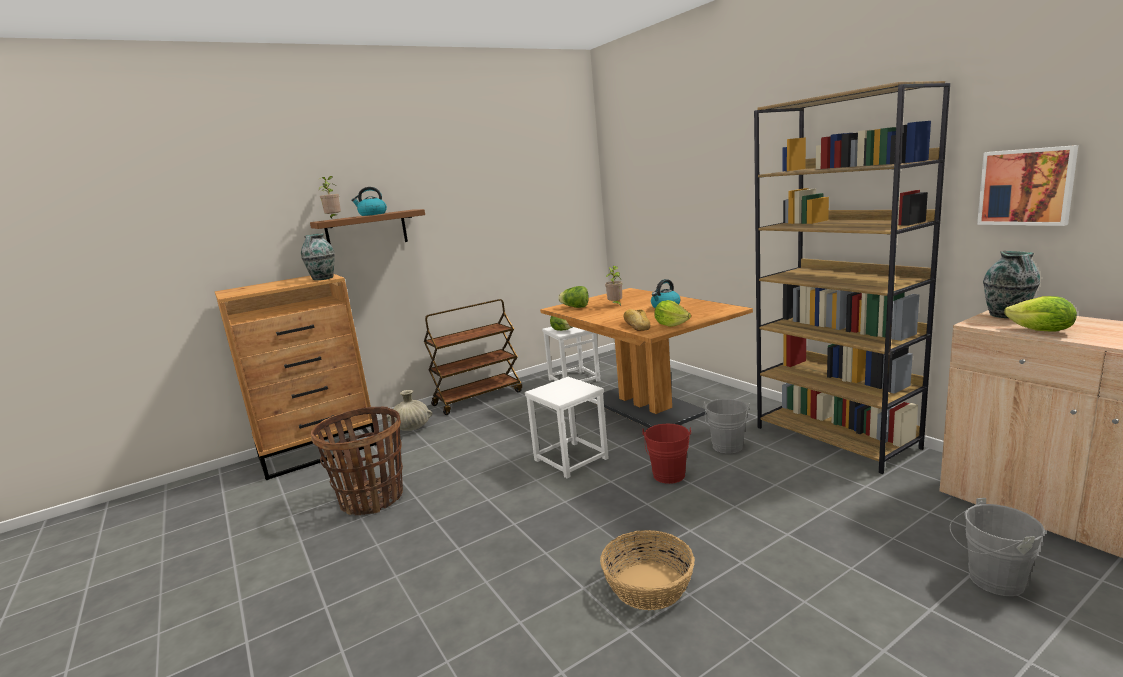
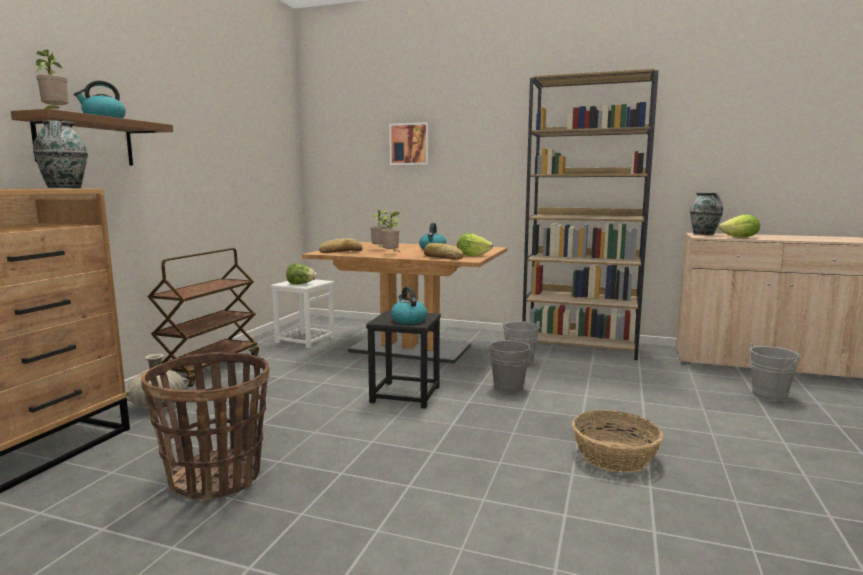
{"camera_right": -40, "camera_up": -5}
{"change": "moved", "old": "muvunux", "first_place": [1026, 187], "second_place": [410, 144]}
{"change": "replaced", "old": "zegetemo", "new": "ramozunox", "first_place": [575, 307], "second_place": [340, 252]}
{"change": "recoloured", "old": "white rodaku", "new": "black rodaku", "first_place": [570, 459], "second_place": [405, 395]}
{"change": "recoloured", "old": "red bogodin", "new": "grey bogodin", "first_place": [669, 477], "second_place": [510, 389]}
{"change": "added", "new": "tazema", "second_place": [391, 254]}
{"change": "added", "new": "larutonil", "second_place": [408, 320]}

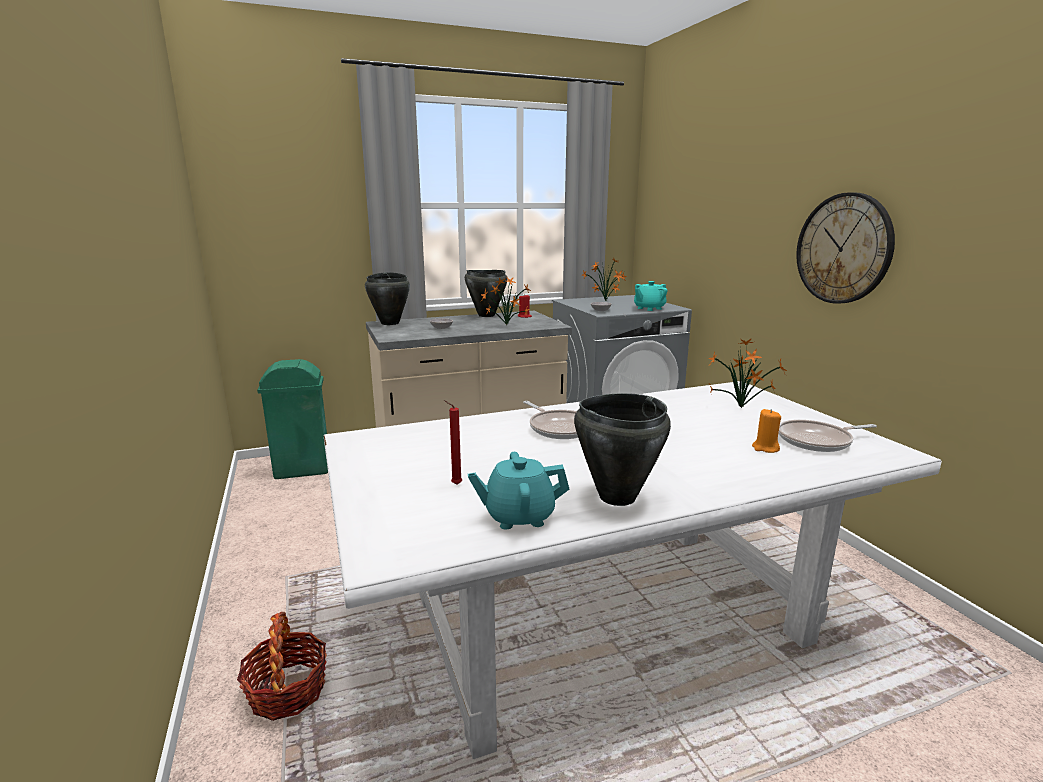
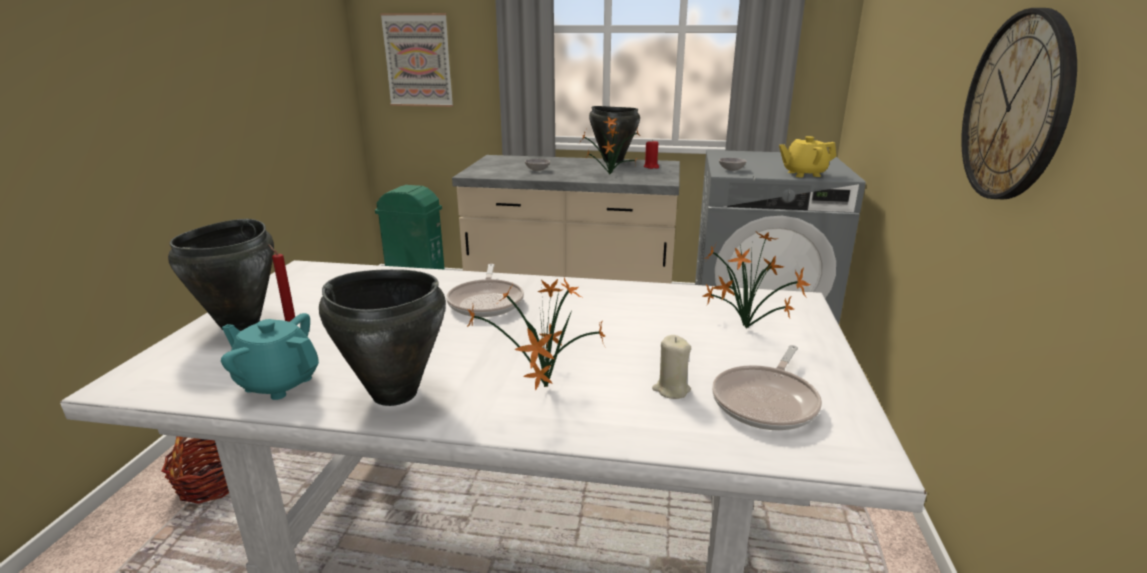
{"camera_right": 30, "camera_up": 5}
{"change": "moved", "old": "tazema", "first_place": [605, 301], "second_place": [544, 389]}
{"change": "moved", "old": "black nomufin", "first_place": [390, 323], "second_place": [241, 323]}
{"change": "recoloured", "old": "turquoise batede", "new": "yellow batede", "first_place": [649, 308], "second_place": [803, 174]}
{"change": "recoloured", "old": "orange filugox", "new": "beige filugox", "first_place": [765, 448], "second_place": [671, 390]}
{"change": "turned", "old": "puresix", "first_place": [817, 441], "second_place": [767, 401], "degrees": -75}
{"change": "added", "new": "muvunux", "second_place": [418, 60]}

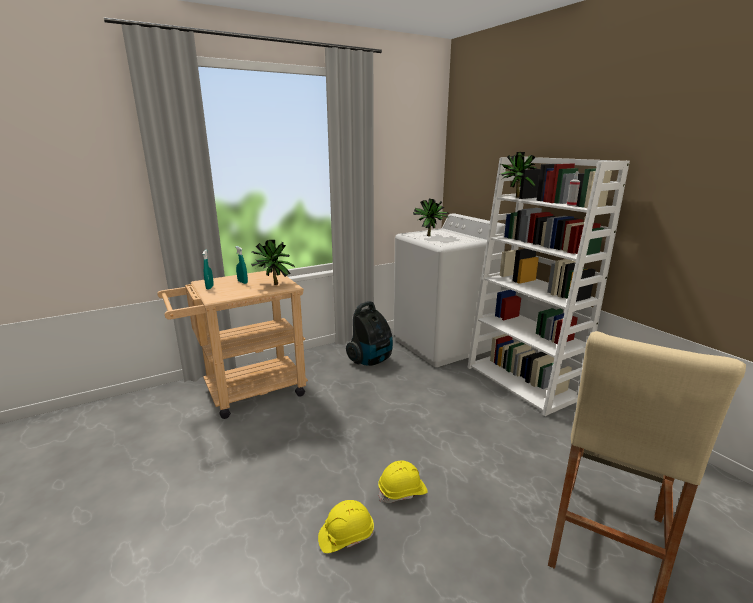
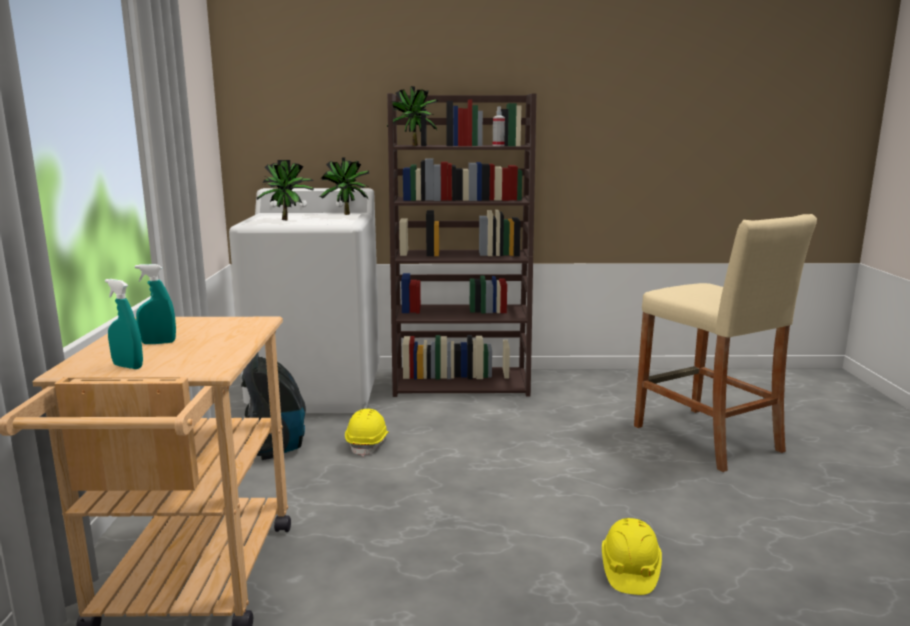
{"camera_right": -60, "camera_up": -5}
{"change": "recoloured", "old": "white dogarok", "new": "brown dogarok", "first_place": [523, 382], "second_place": [462, 382]}
{"change": "moved", "old": "tazema", "first_place": [273, 285], "second_place": [346, 215]}
{"change": "moved", "old": "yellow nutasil", "first_place": [402, 491], "second_place": [368, 443]}

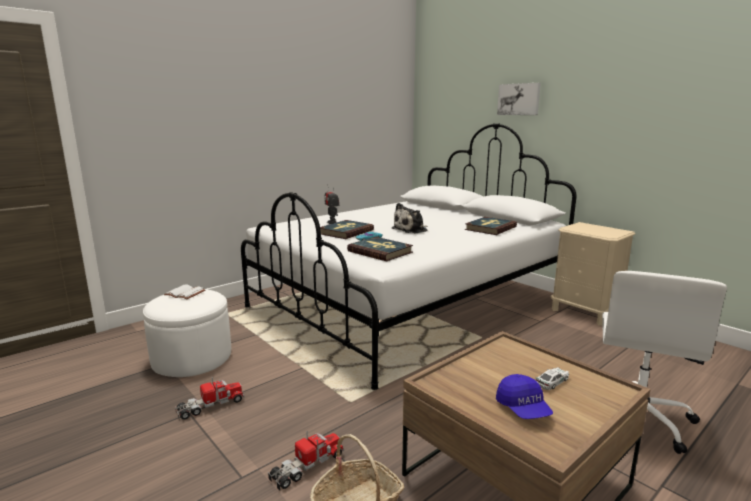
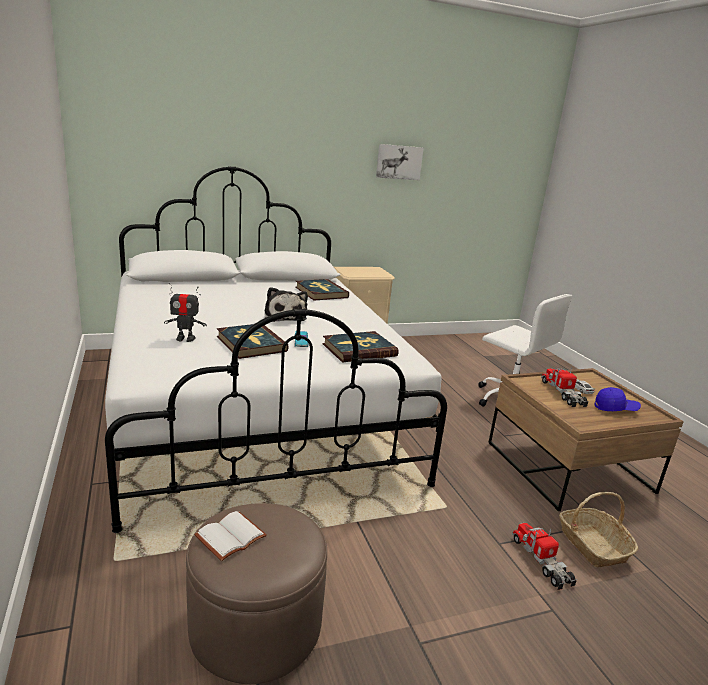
{"camera_right": -70, "camera_up": 5}
{"change": "moved", "old": "muvunux", "first_place": [519, 99], "second_place": [398, 162]}
{"change": "recoloured", "old": "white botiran", "new": "brown botiran", "first_place": [192, 357], "second_place": [256, 625]}
{"change": "moved", "old": "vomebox", "first_place": [210, 406], "second_place": [562, 393]}

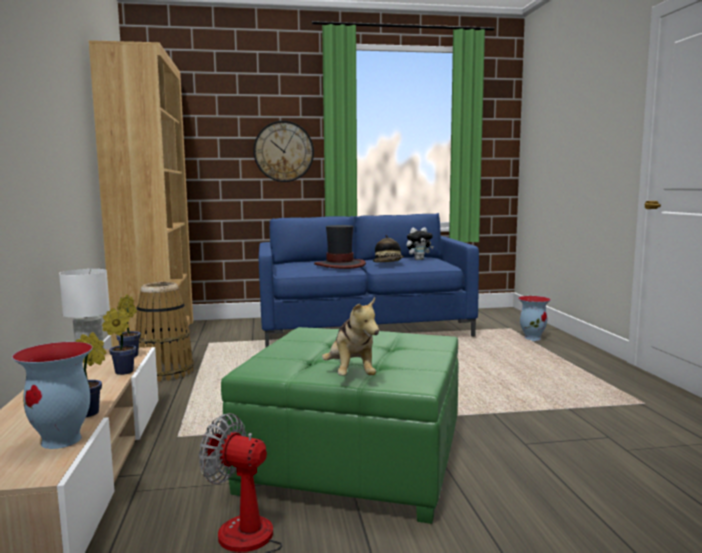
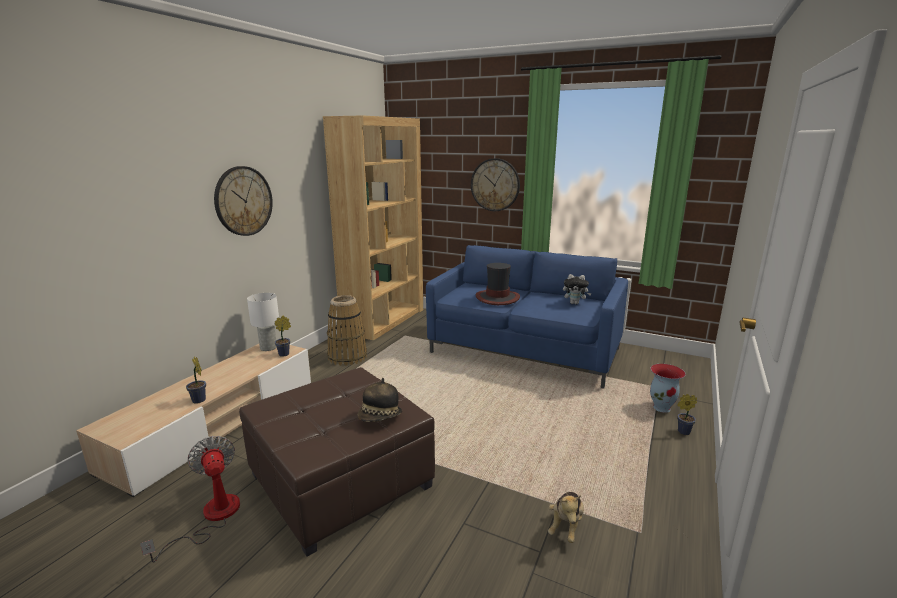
{"camera_right": 35, "camera_up": 10}
{"change": "moved", "old": "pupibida", "first_place": [388, 263], "second_place": [380, 417]}
{"change": "moved", "old": "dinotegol", "first_place": [351, 375], "second_place": [566, 526]}
{"change": "moved", "old": "tazema", "first_place": [121, 372], "second_place": [682, 431]}
{"change": "recoloured", "old": "green botiran", "new": "brown botiran", "first_place": [353, 459], "second_place": [341, 479]}
{"change": "removed", "old": "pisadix", "first_place": [62, 440]}
{"change": "added", "new": "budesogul", "second_place": [243, 201]}

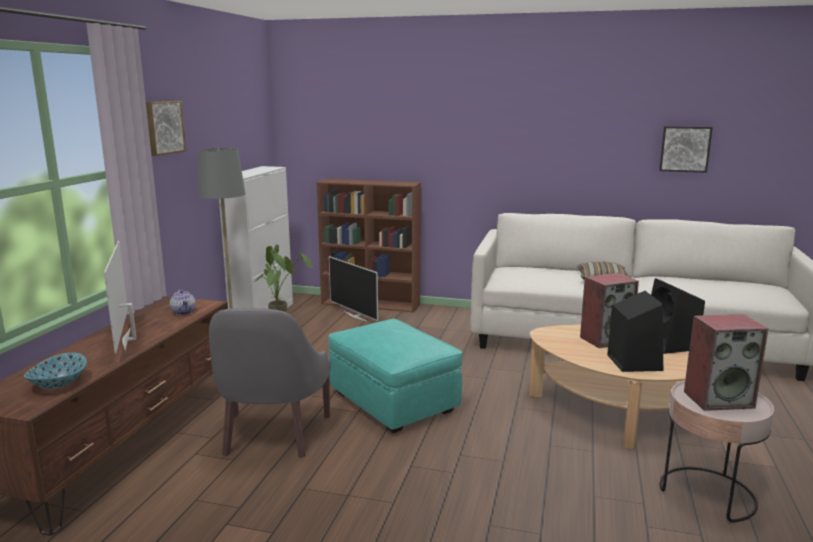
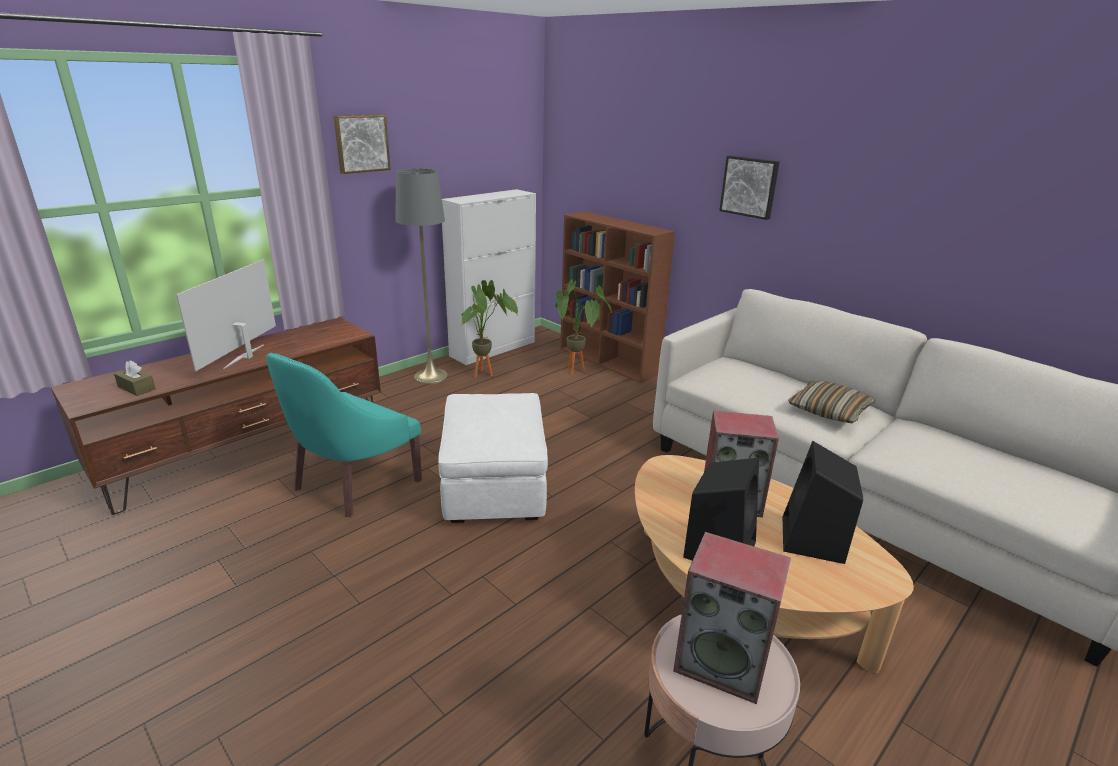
{"camera_right": 30, "camera_up": 10}
{"change": "moved", "old": "muvunux", "first_place": [684, 149], "second_place": [749, 187]}
{"change": "replaced", "old": "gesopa", "new": "tazema", "first_place": [356, 316], "second_place": [577, 372]}
{"change": "removed", "old": "batede", "first_place": [184, 312]}
{"change": "recoloured", "old": "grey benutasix", "new": "turquoise benutasix", "first_place": [272, 435], "second_place": [352, 483]}
{"change": "recoloured", "old": "turquoise botiran", "new": "white botiran", "first_place": [393, 402], "second_place": [494, 486]}
{"change": "replaced", "old": "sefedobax", "new": "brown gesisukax", "first_place": [58, 384], "second_place": [136, 388]}

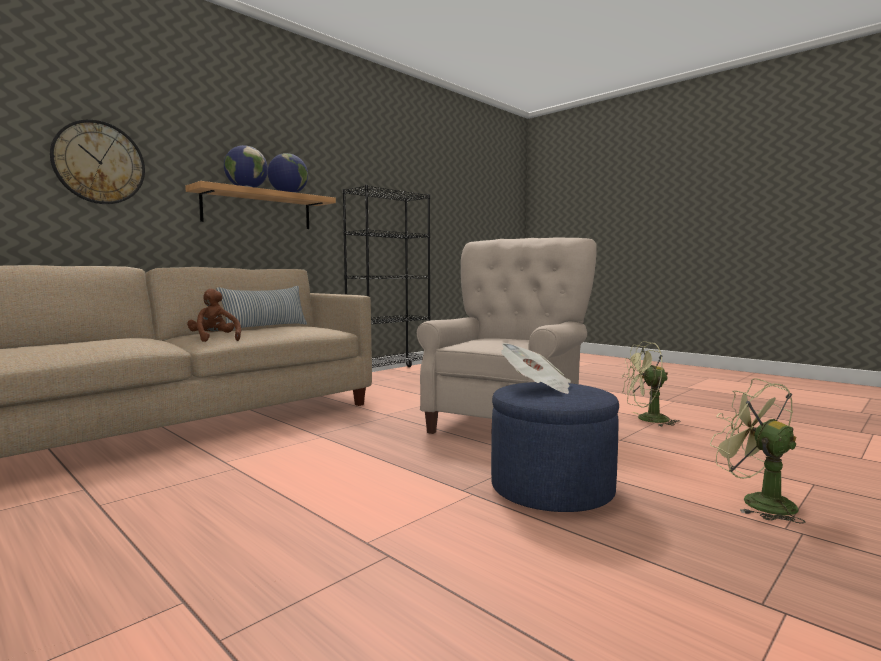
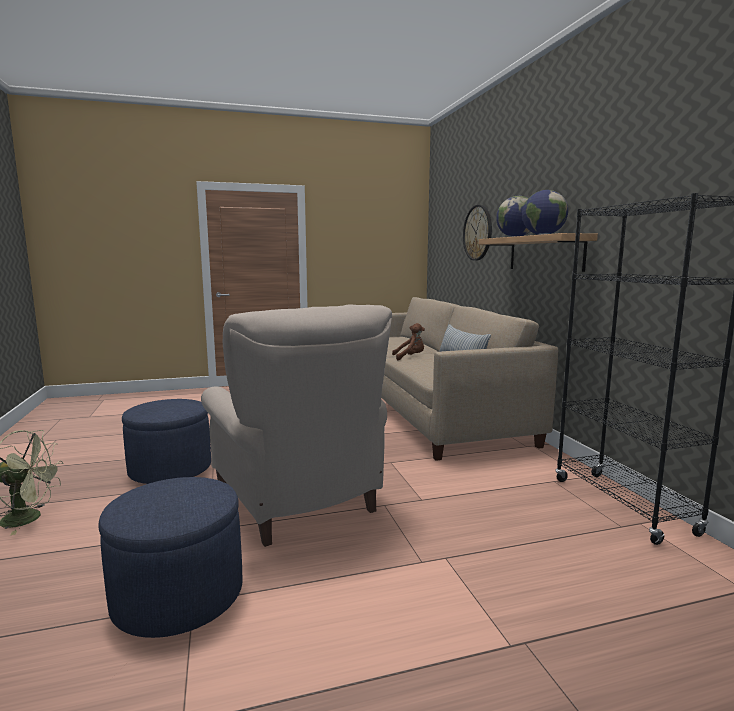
{"camera_right": 120, "camera_up": 5}
{"change": "replaced", "old": "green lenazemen", "new": "blue botiran", "first_place": [646, 420], "second_place": [178, 595]}
{"change": "removed", "old": "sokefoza", "first_place": [536, 387]}

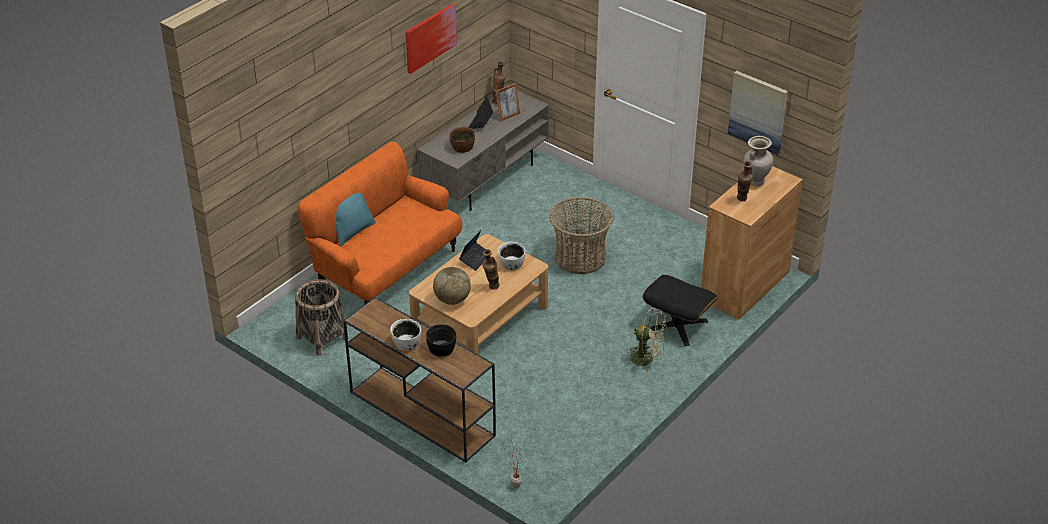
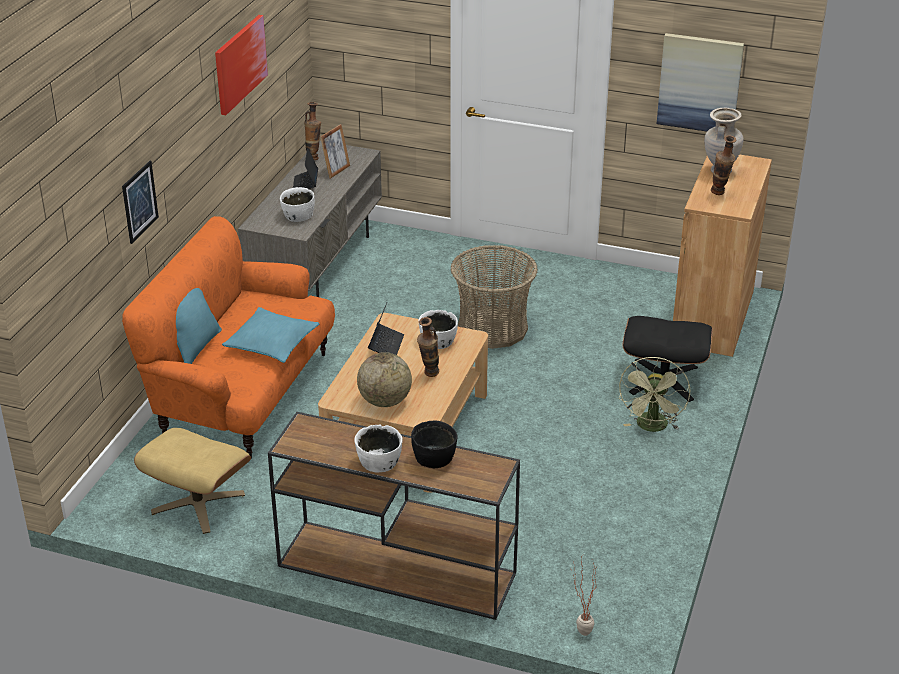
{"camera_right": -20, "camera_up": -5}
{"change": "recoloured", "old": "brown sefedobax", "new": "white sefedobax", "first_place": [462, 147], "second_place": [298, 215]}
{"change": "replaced", "old": "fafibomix", "new": "beige botiran", "first_place": [322, 338], "second_place": [197, 503]}
{"change": "turned", "old": "green lenazemen", "first_place": [647, 359], "second_place": [652, 427], "degrees": 105}
{"change": "added", "new": "muvunux", "second_place": [140, 202]}
{"change": "added", "new": "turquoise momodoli", "second_place": [272, 343]}

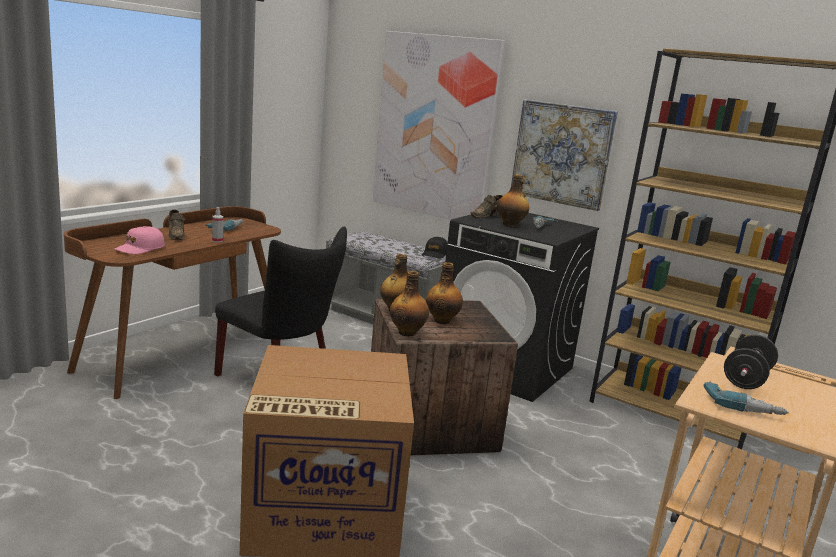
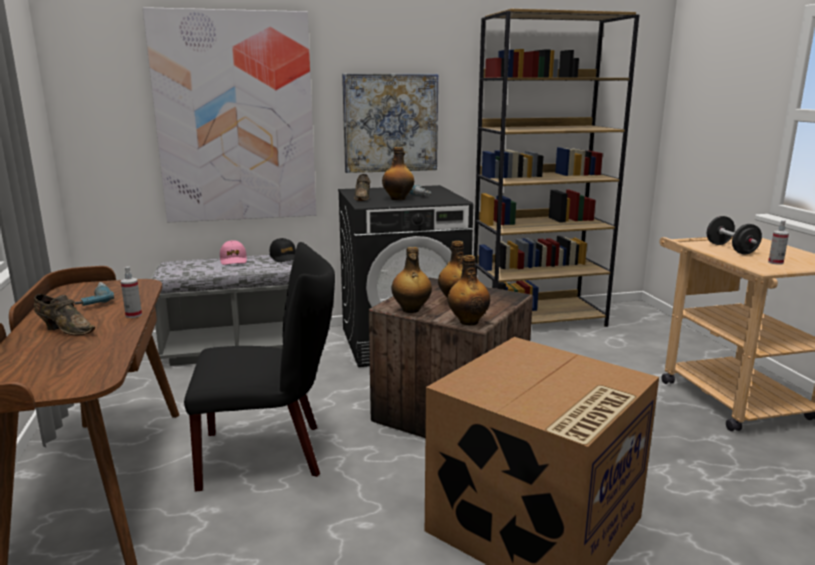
{"camera_right": -45, "camera_up": 0}
{"change": "moved", "old": "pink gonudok", "first_place": [140, 249], "second_place": [233, 260]}
{"change": "replaced", "old": "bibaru", "new": "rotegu", "first_place": [742, 406], "second_place": [775, 262]}

